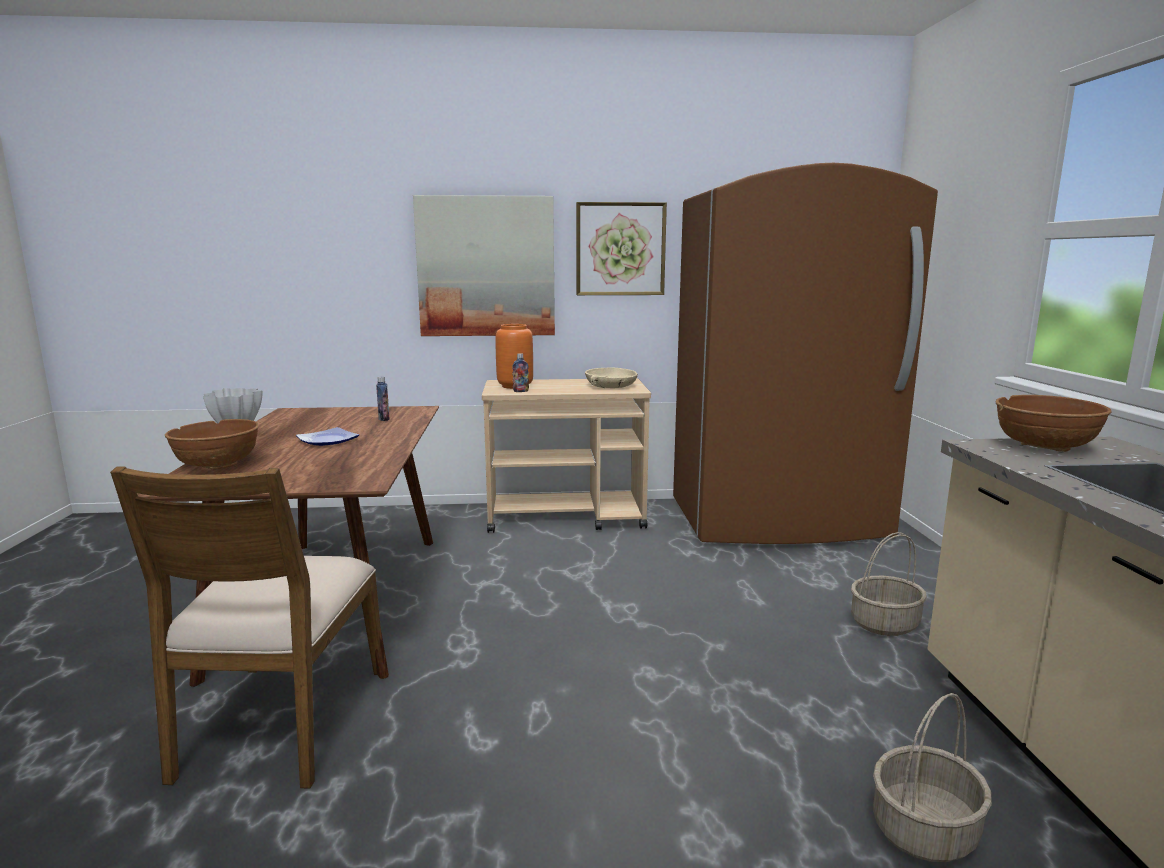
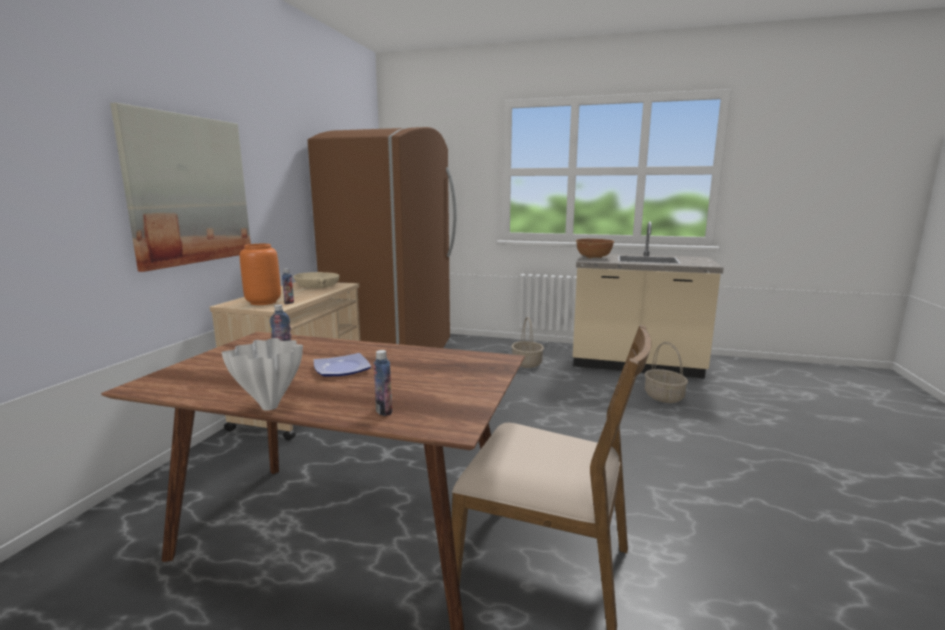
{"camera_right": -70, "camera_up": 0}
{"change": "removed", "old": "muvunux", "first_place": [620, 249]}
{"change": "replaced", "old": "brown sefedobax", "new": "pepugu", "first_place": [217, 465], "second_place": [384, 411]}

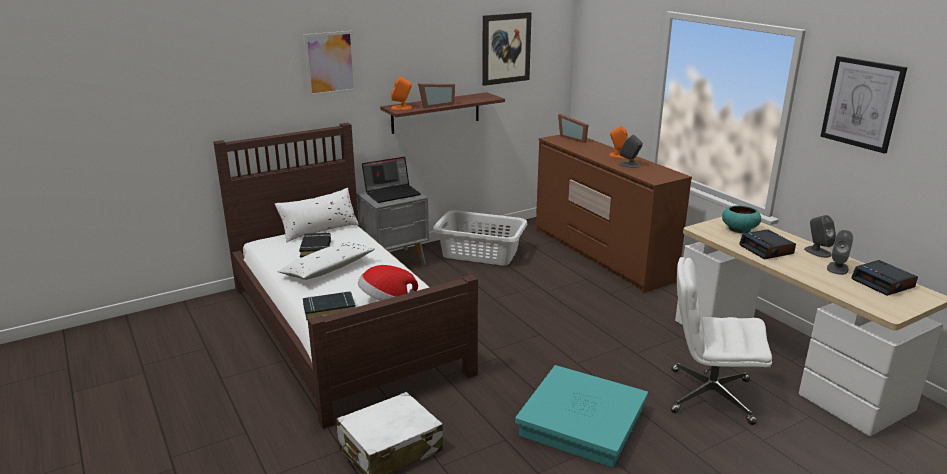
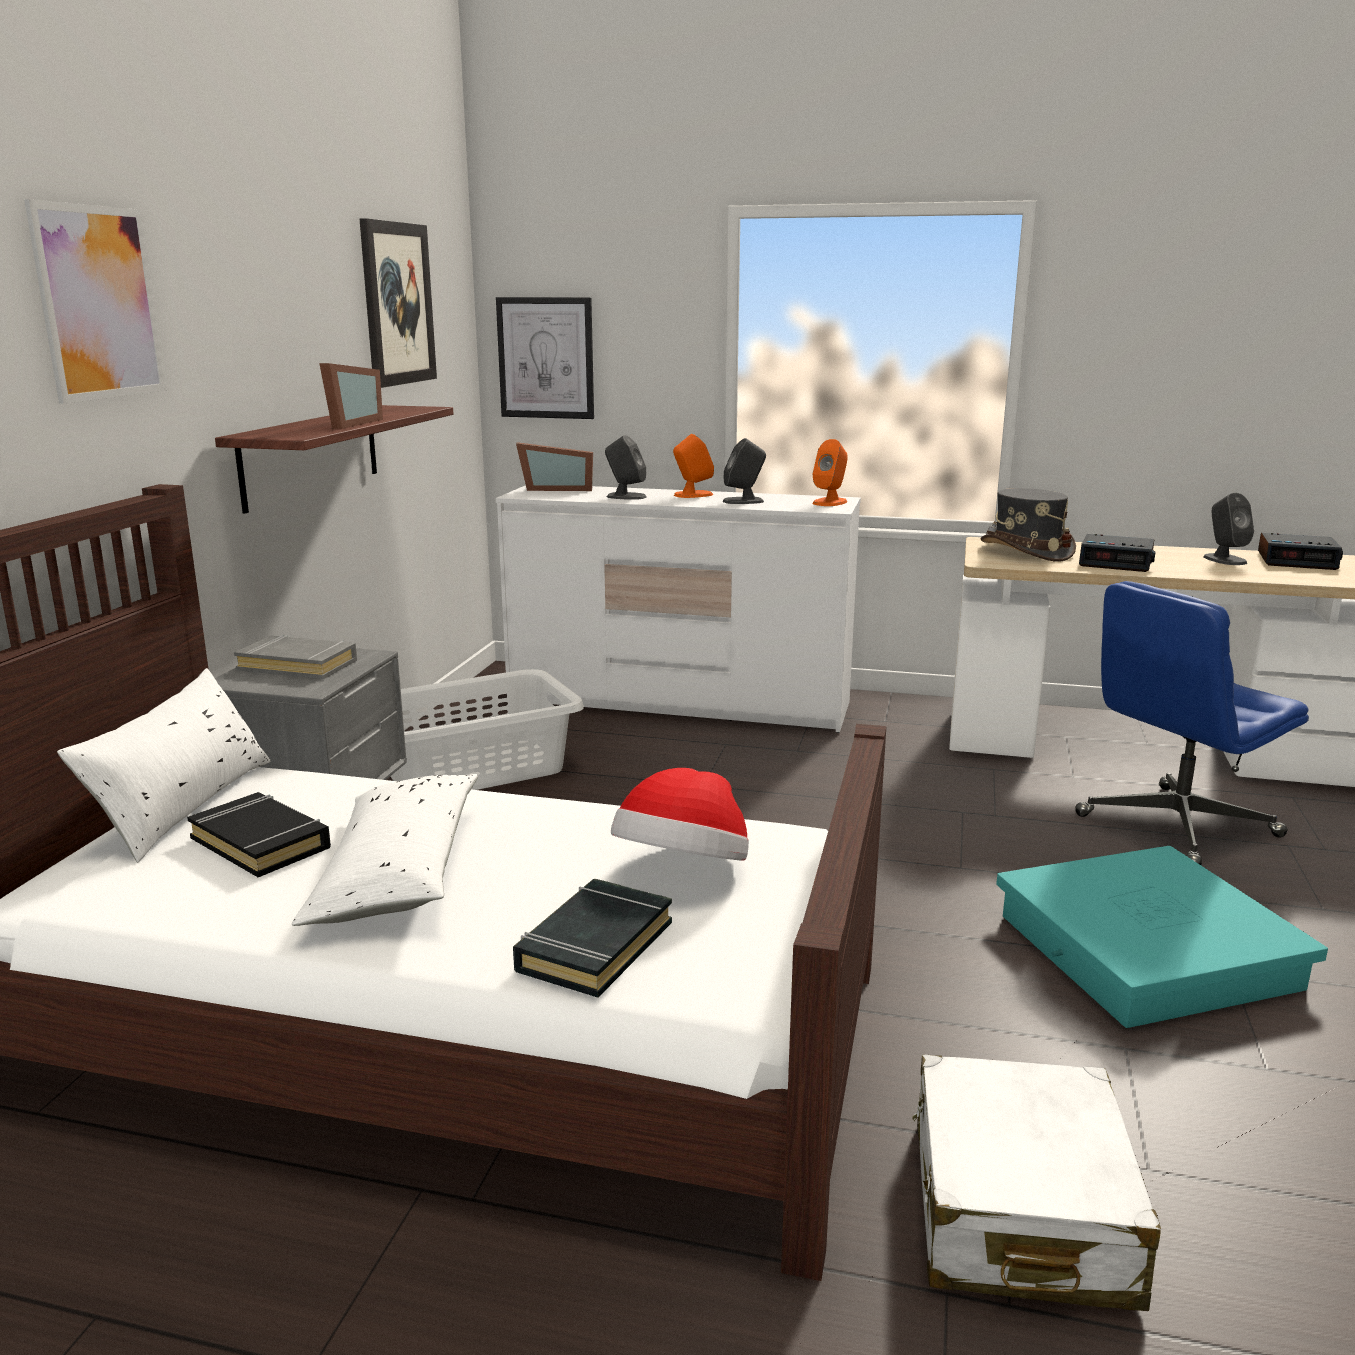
{"camera_right": -45, "camera_up": -5}
{"change": "moved", "old": "muvunux", "first_place": [862, 103], "second_place": [546, 358]}
{"change": "moved", "old": "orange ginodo", "first_place": [401, 108], "second_place": [830, 502]}
{"change": "recoloured", "old": "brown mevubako", "new": "white mevubako", "first_place": [601, 255], "second_place": [679, 703]}
{"change": "replaced", "old": "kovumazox", "new": "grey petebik", "first_place": [392, 193], "second_place": [298, 665]}
{"change": "replaced", "old": "turquoise sefedobax", "new": "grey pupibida", "first_place": [739, 229], "second_place": [1026, 551]}
{"change": "moved", "old": "grey ginodo", "first_place": [817, 252], "second_place": [625, 496]}
{"change": "recoloured", "old": "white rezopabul", "new": "blue rezopabul", "first_place": [709, 396], "second_place": [1176, 827]}

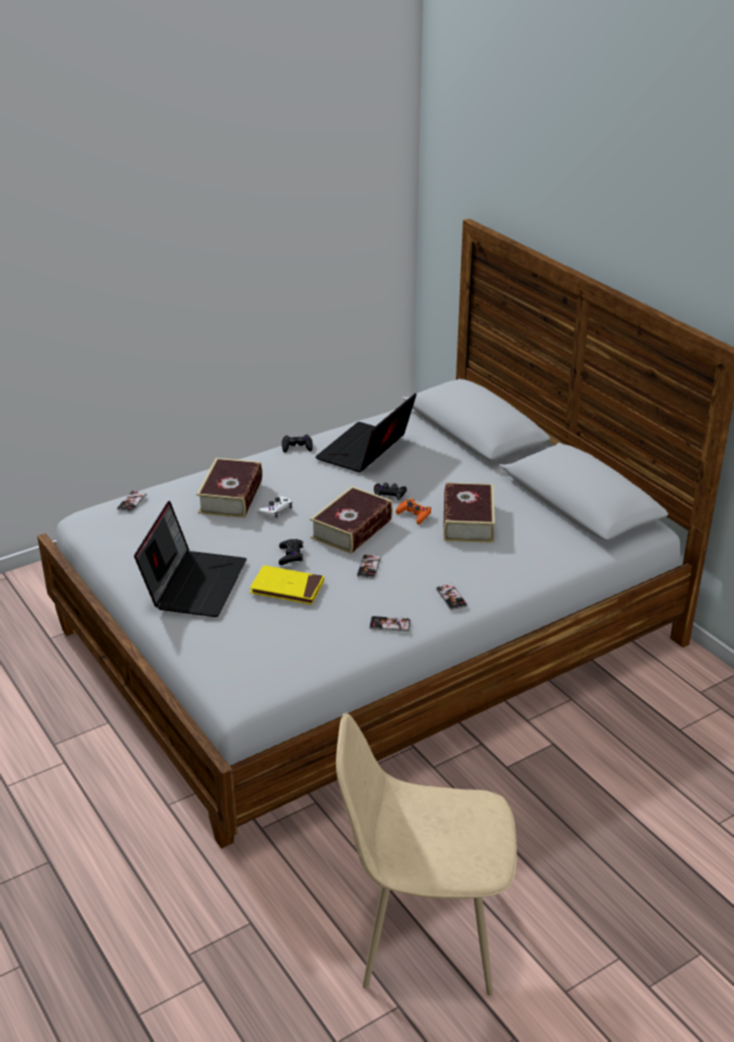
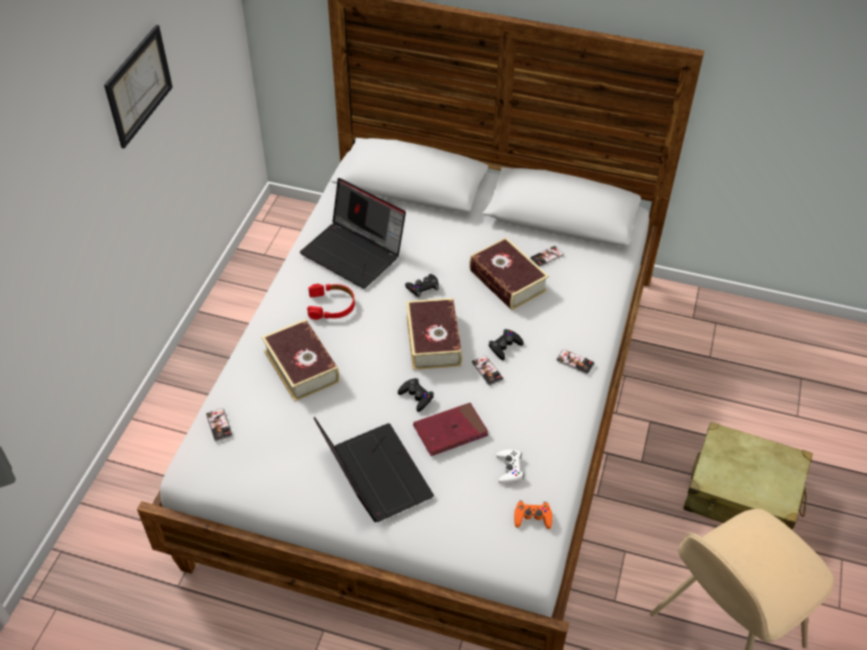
{"camera_right": -40, "camera_up": 15}
{"change": "turned", "old": "kovumazox", "first_place": [366, 451], "second_place": [355, 253], "degrees": -45}
{"change": "moved", "old": "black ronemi", "first_place": [297, 446], "second_place": [505, 346]}
{"change": "moved", "old": "white ronemi", "first_place": [275, 510], "second_place": [509, 469]}
{"change": "moved", "old": "orange ronemi", "first_place": [414, 514], "second_place": [532, 517]}
{"change": "recoloured", "old": "yellow petebik", "new": "red petebik", "first_place": [287, 588], "second_place": [450, 431]}
{"change": "moved", "old": "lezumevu", "first_place": [390, 625], "second_place": [546, 257]}
{"change": "added", "new": "muvunux", "second_place": [138, 85]}
{"change": "added", "new": "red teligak", "second_place": [331, 306]}
{"change": "added", "new": "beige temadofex", "second_place": [743, 494]}

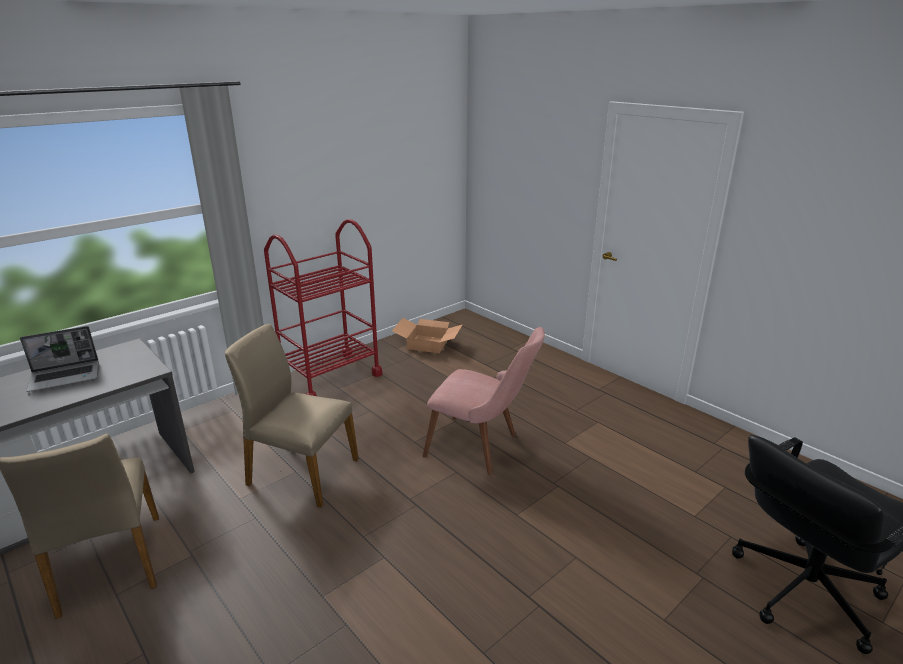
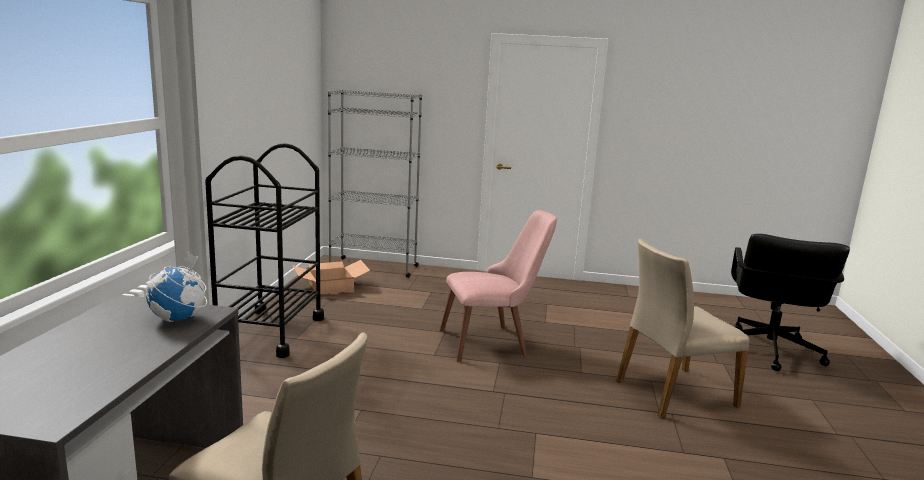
{"camera_right": -40, "camera_up": -10}
{"change": "recoloured", "old": "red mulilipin", "new": "black mulilipin", "first_place": [330, 376], "second_place": [270, 332]}
{"change": "moved", "old": "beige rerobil", "first_place": [301, 472], "second_place": [673, 393]}
{"change": "removed", "old": "kovumazox", "first_place": [66, 376]}
{"change": "added", "new": "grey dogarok", "second_place": [373, 267]}
{"change": "added", "new": "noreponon", "second_place": [178, 319]}

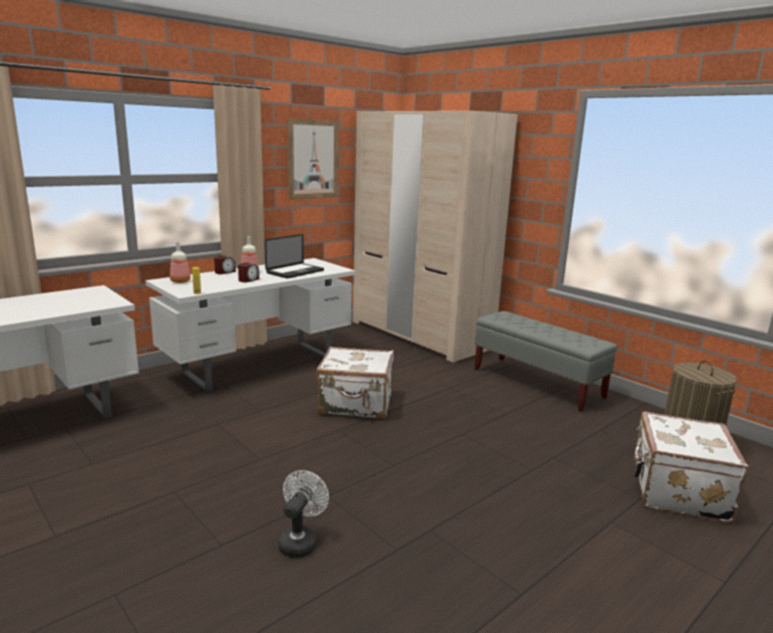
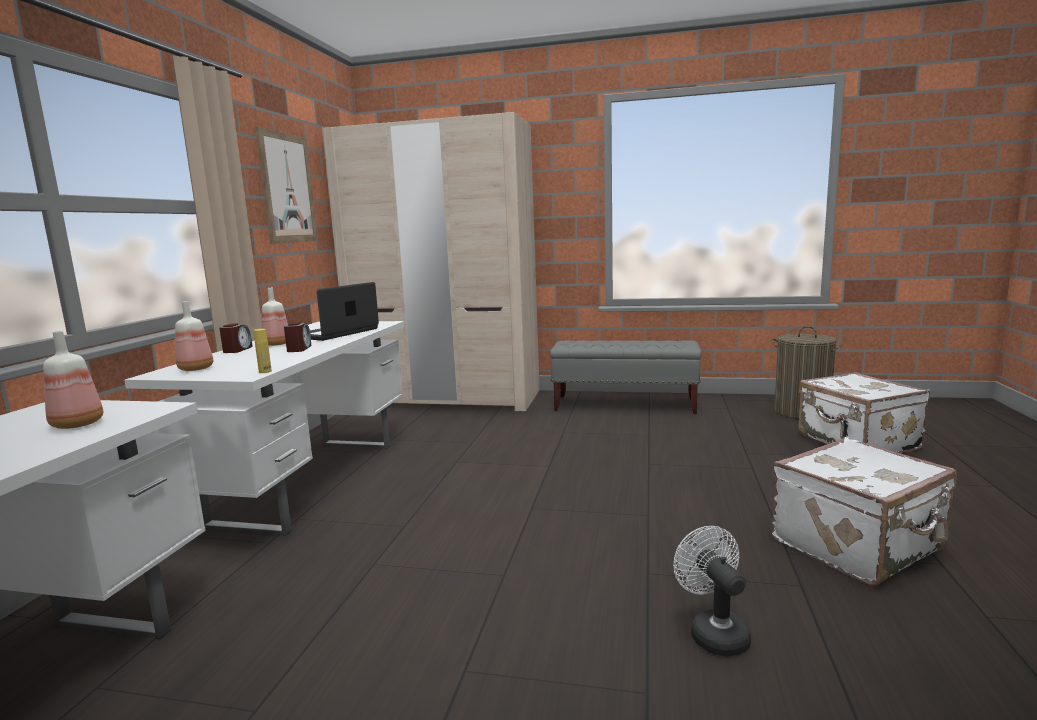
{"camera_right": -35, "camera_up": -5}
{"change": "turned", "old": "kovumazox", "first_place": [295, 272], "second_place": [337, 333], "degrees": -150}
{"change": "moved", "old": "white temadofex", "first_place": [356, 404], "second_place": [859, 546]}
{"change": "added", "new": "pepugu", "second_place": [79, 424]}

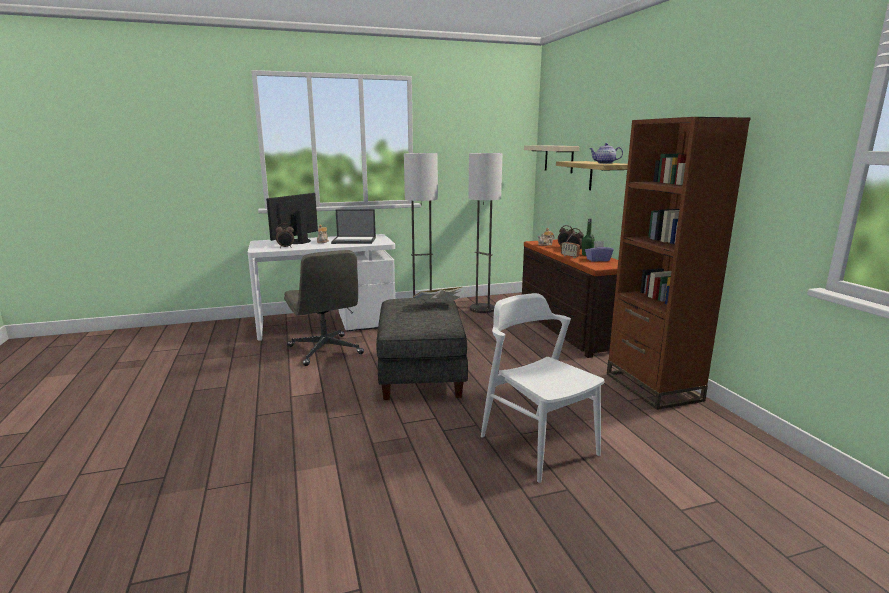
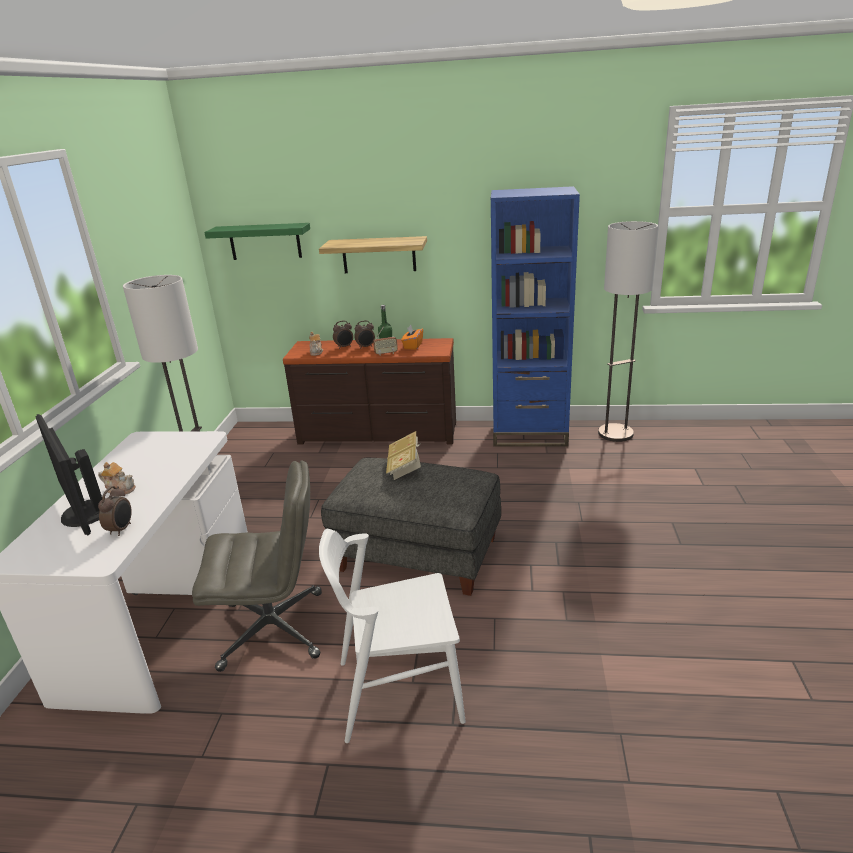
{"camera_right": -65, "camera_up": 10}
{"change": "recoloured", "old": "brown dogarok", "new": "blue dogarok", "first_place": [652, 387], "second_place": [529, 434]}
{"change": "removed", "old": "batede", "first_place": [604, 163]}
{"change": "recoloured", "old": "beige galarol", "new": "green galarol", "first_place": [559, 158], "second_place": [265, 241]}
{"change": "moved", "old": "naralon", "first_place": [482, 309], "second_place": [615, 433]}
{"change": "removed", "old": "kovumazox", "first_place": [354, 240]}
{"change": "recoloured", "old": "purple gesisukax", "new": "orange gesisukax", "first_place": [598, 260], "second_place": [412, 346]}
{"change": "moved", "old": "white rerobil", "first_place": [538, 445], "second_place": [398, 690]}

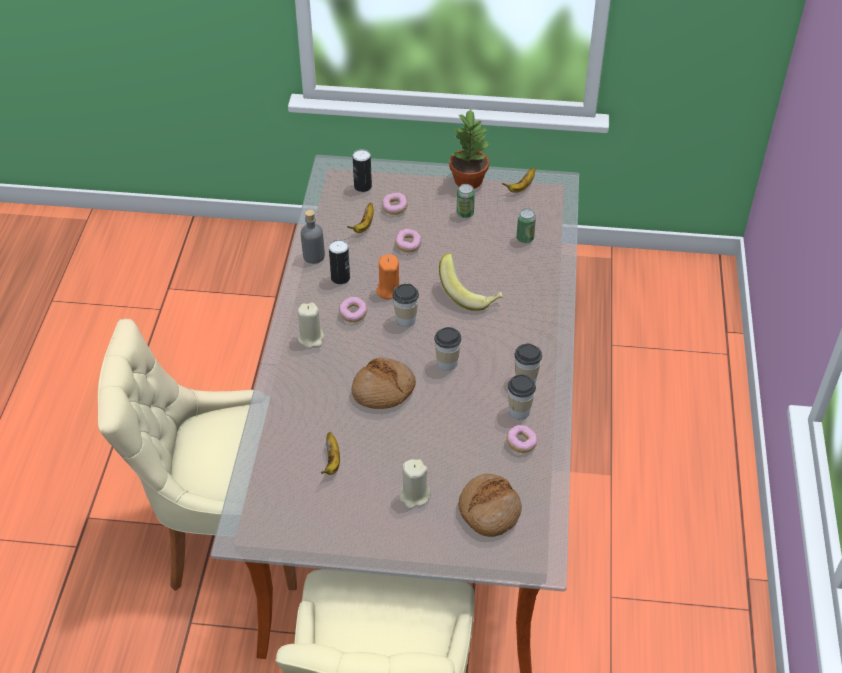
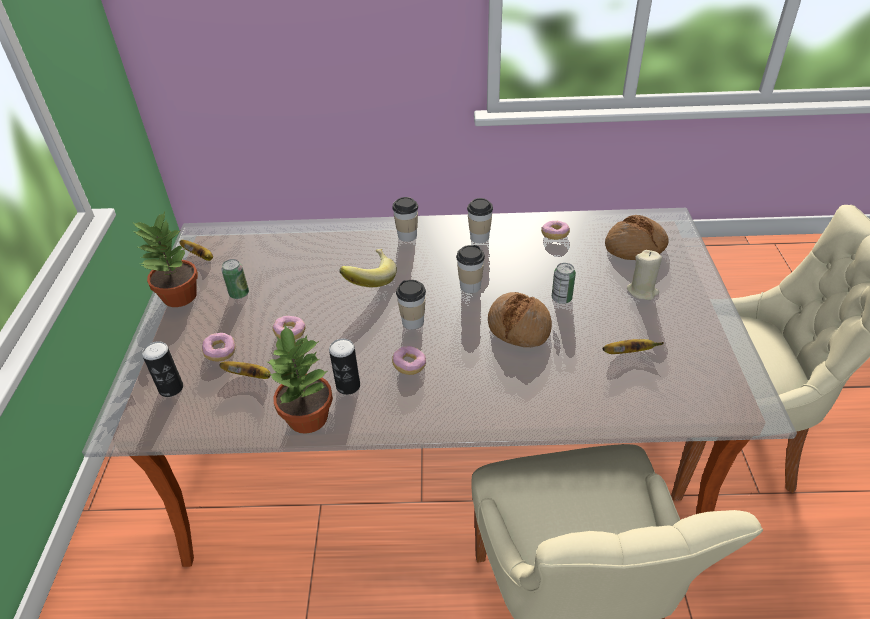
{"camera_right": -95, "camera_up": -5}
{"change": "moved", "old": "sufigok", "first_place": [525, 238], "second_place": [561, 298]}
{"change": "replaced", "old": "grey pepugu", "new": "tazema", "first_place": [313, 256], "second_place": [307, 418]}
{"change": "removed", "old": "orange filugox", "first_place": [388, 290]}
{"change": "removed", "old": "beige filugox", "first_place": [311, 338]}
{"change": "moved", "old": "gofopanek", "first_place": [519, 411], "second_place": [407, 236]}

